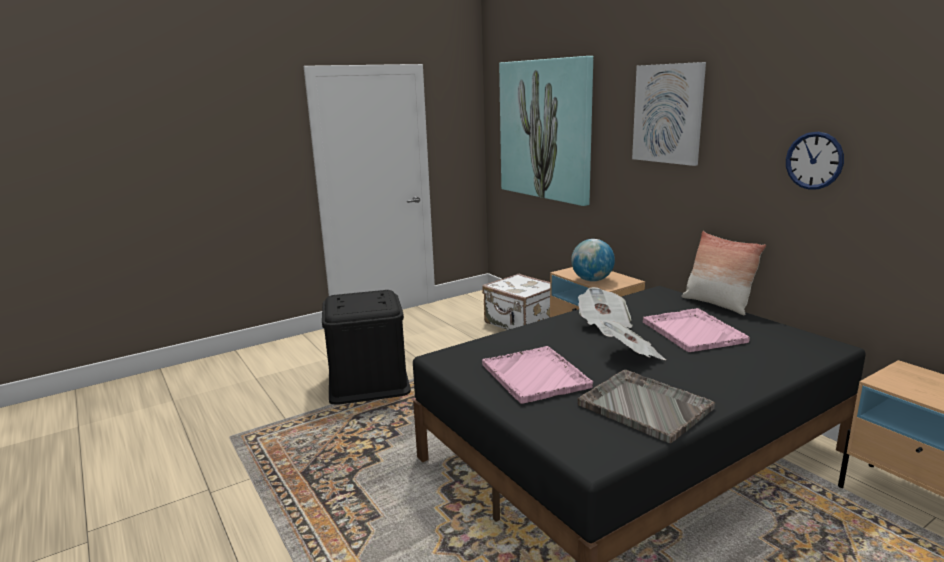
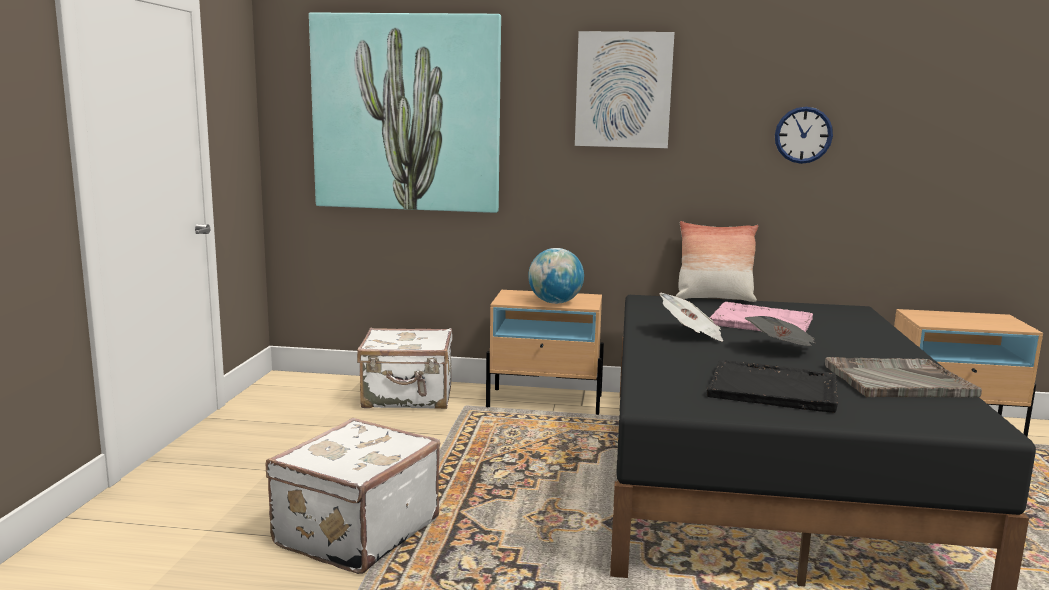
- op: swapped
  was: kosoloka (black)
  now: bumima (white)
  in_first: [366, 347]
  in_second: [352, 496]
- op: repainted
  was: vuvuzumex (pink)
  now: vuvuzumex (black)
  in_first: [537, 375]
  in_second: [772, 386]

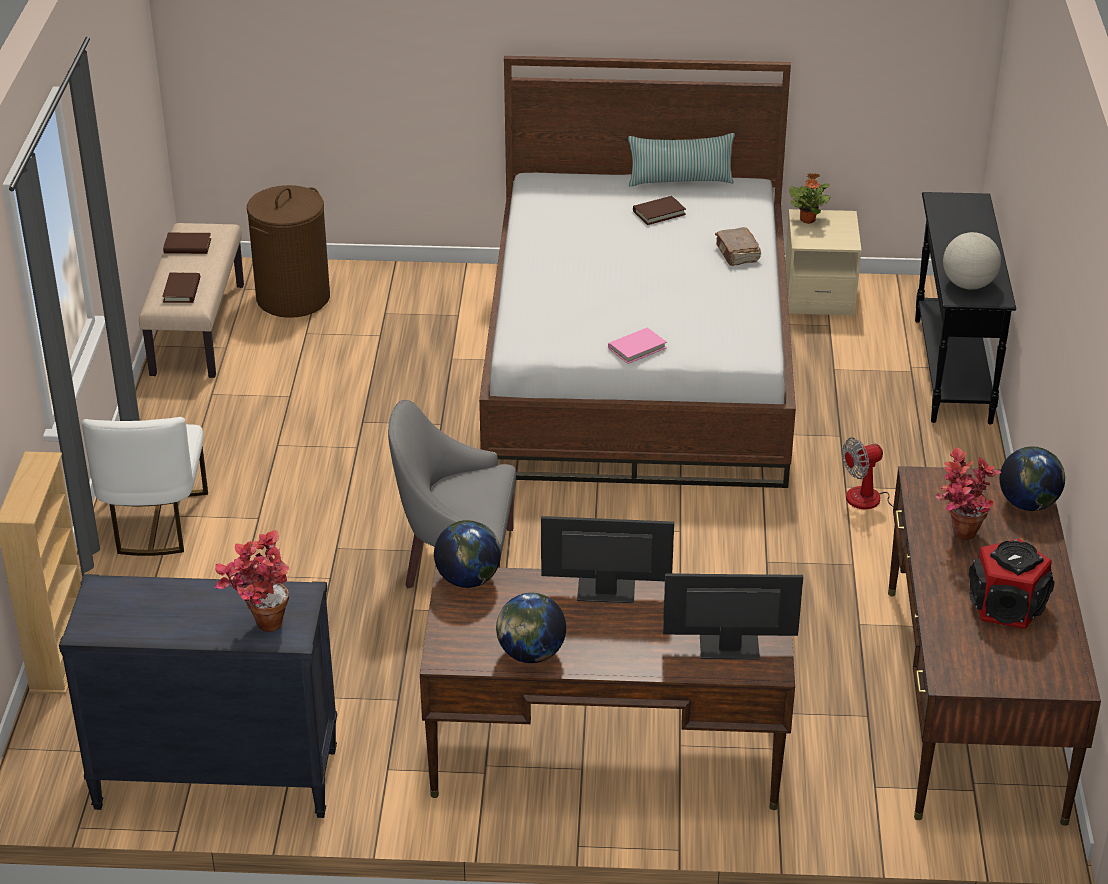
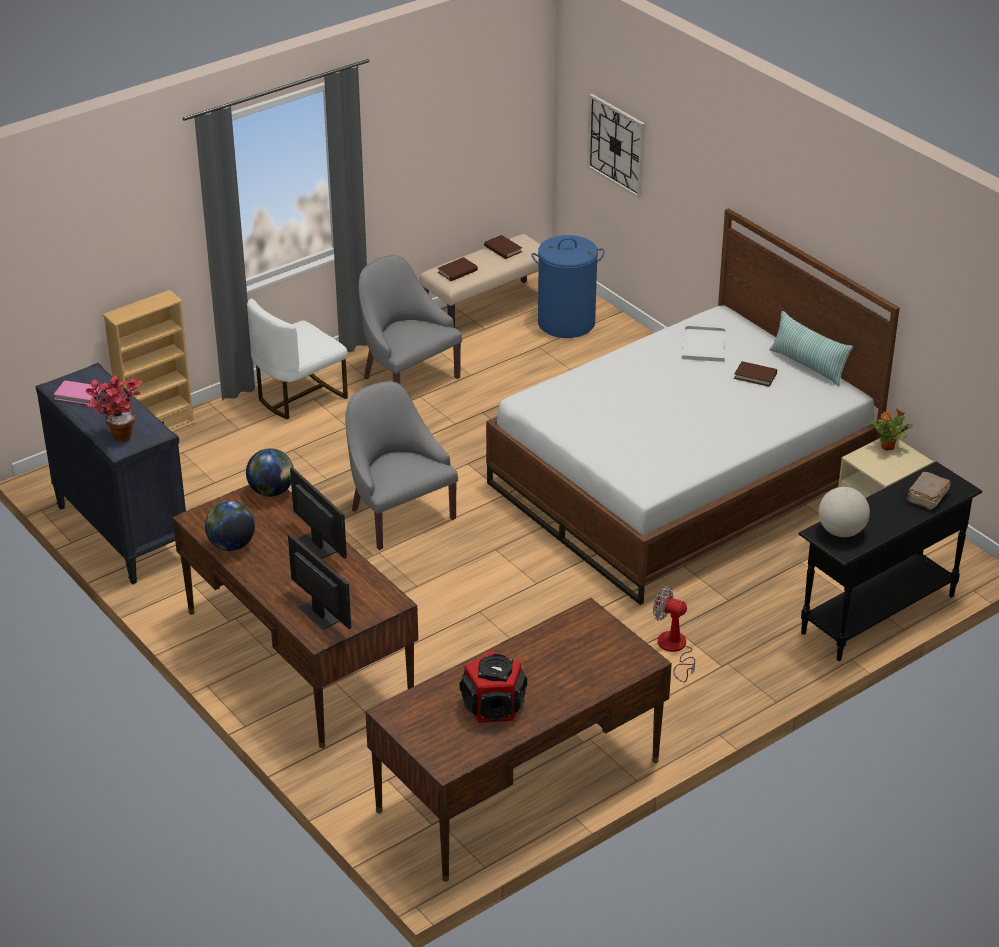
- op: shifted
  was: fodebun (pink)
  in_first: [637, 345]
  in_second: [77, 392]
- op: new
  now: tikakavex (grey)
  in_second: [410, 319]
- op: repainted
  was: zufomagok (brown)
  now: zufomagok (blue)
  in_first: [288, 251]
  in_second: [568, 286]
- op: new
  now: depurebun
  in_second: [616, 146]
- op: new
  now: vuvuzumex (white)
  in_second: [704, 343]
- op: shifted
  was: fodebun (brown)
  in_first: [738, 246]
  in_second: [929, 491]
- op: gone
  was: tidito
  in_first: [968, 493]
- op: gone
  was: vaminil
  in_first: [1032, 478]

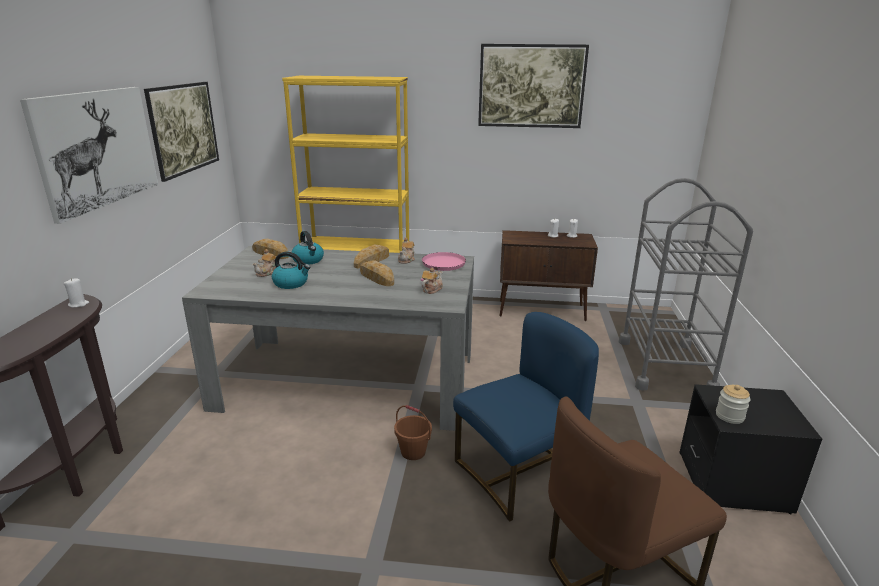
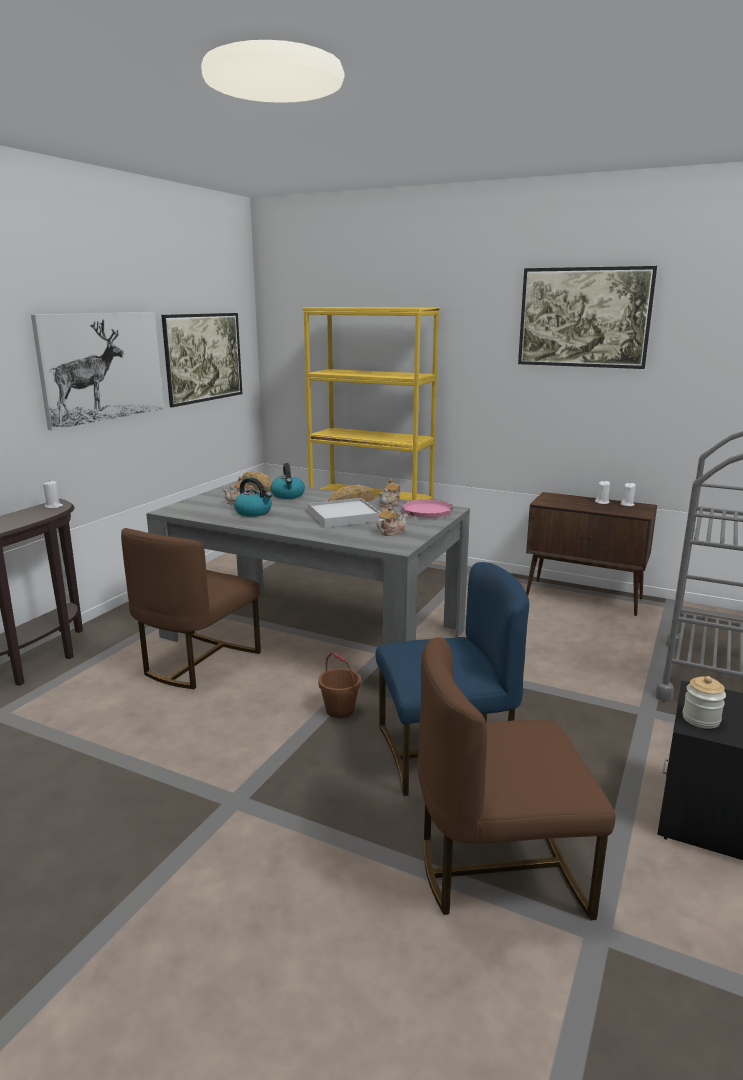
- op: new
  now: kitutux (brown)
  in_second: [191, 608]
- op: swapped
  was: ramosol
  now: vuvuzumex (white)
  in_first: [377, 273]
  in_second: [344, 513]

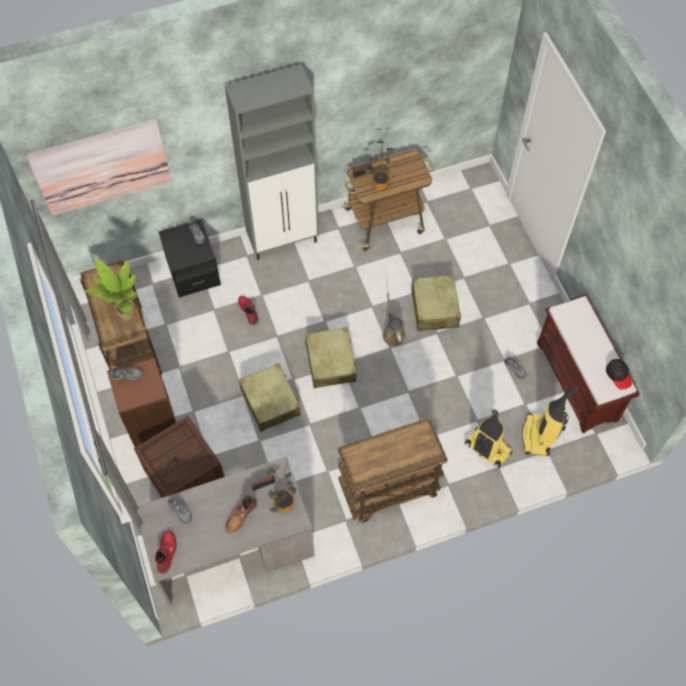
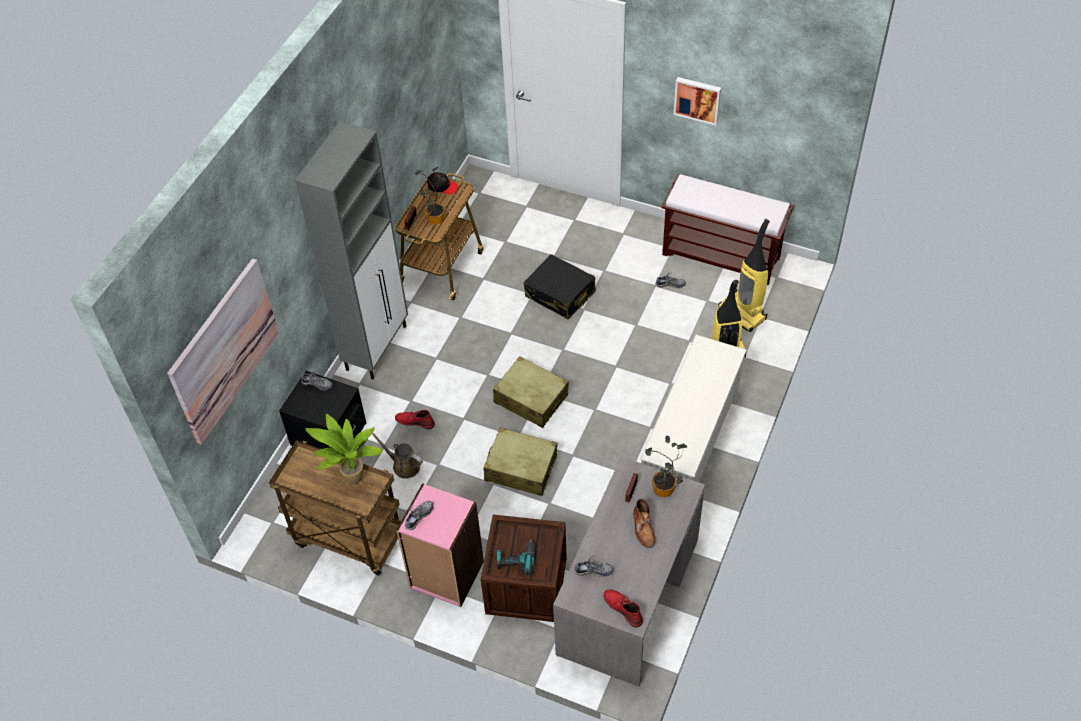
- op: shifted
  was: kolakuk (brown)
  in_first: [394, 319]
  in_second: [397, 456]
- op: repainted
  was: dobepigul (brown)
  now: dobepigul (pink)
  in_first: [141, 402]
  in_second: [440, 545]
- op: shifted
  was: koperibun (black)
  in_first: [619, 374]
  in_second: [442, 183]
- op: new
  now: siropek
  in_second: [516, 557]
- op: repainted
  was: bumima (beige)
  now: bumima (black)
  in_first: [436, 303]
  in_second: [560, 287]
- op: swapped
  was: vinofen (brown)
  now: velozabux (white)
  in_first: [393, 470]
  in_second: [693, 408]
- op: new
  now: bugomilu
  in_second: [697, 101]

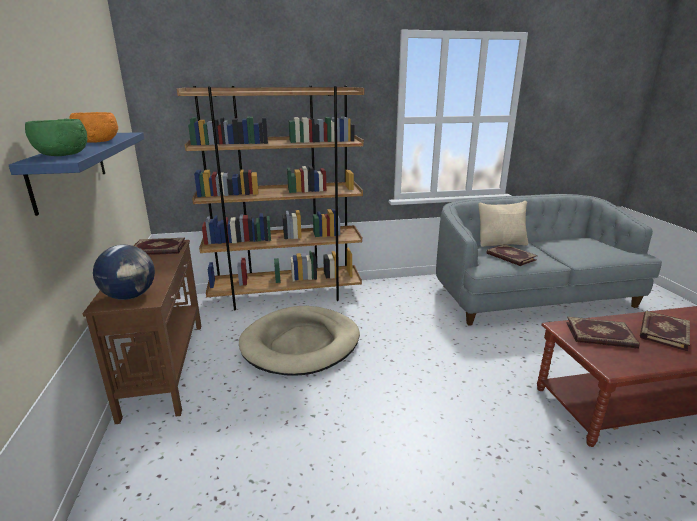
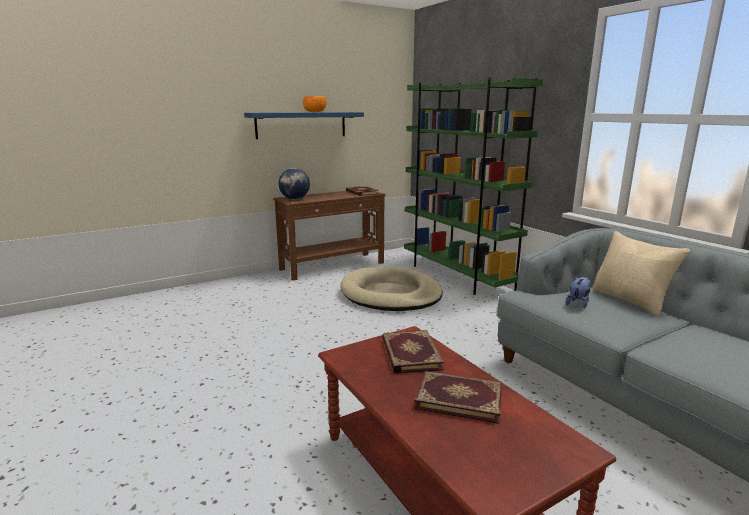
- op: repainted
  was: dobepigul (brown)
  now: dobepigul (green)
  in_first: [270, 198]
  in_second: [473, 186]
- op: swapped
  was: fodebun
  now: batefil
  in_first: [512, 255]
  in_second: [578, 292]
- op: gone
  was: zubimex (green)
  in_first: [56, 137]

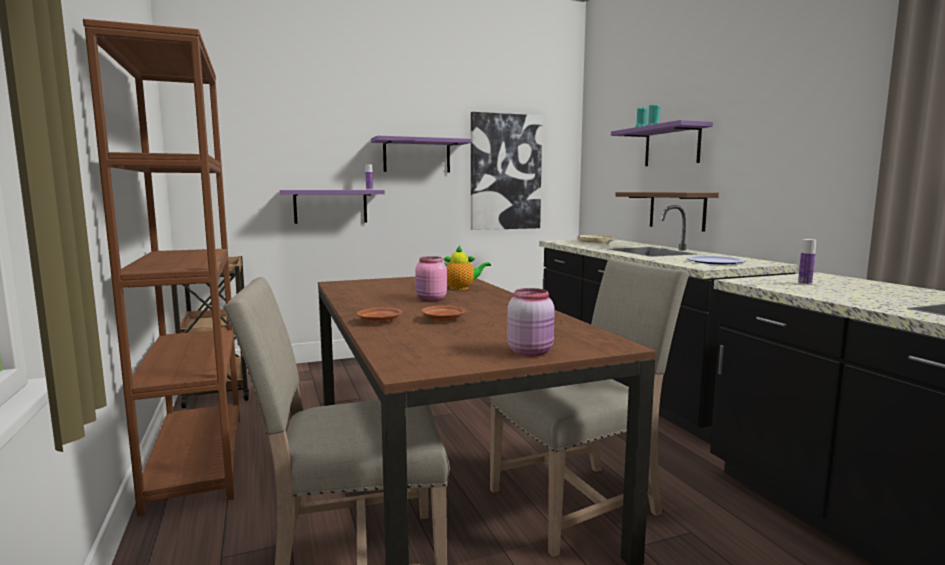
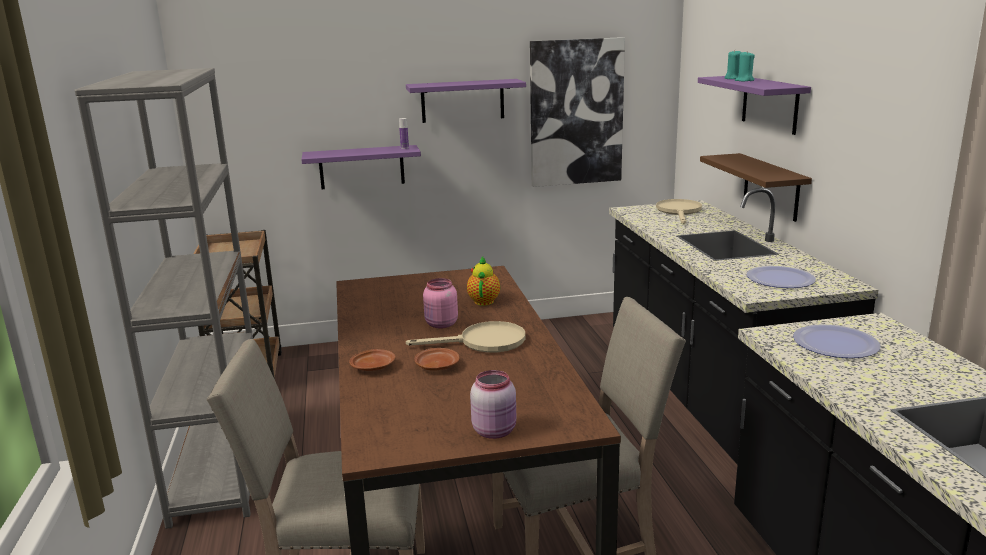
- op: repainted
  was: dobepigul (brown)
  now: dobepigul (grey)
  in_first: [161, 267]
  in_second: [164, 298]
- op: new
  now: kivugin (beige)
  in_second: [465, 337]
- op: rotated
  was: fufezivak
  in_first: [467, 268]
  in_second: [483, 281]
  clockwise: -90
- op: swapped
  was: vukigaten
  now: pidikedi
  in_first: [807, 262]
  in_second: [837, 341]

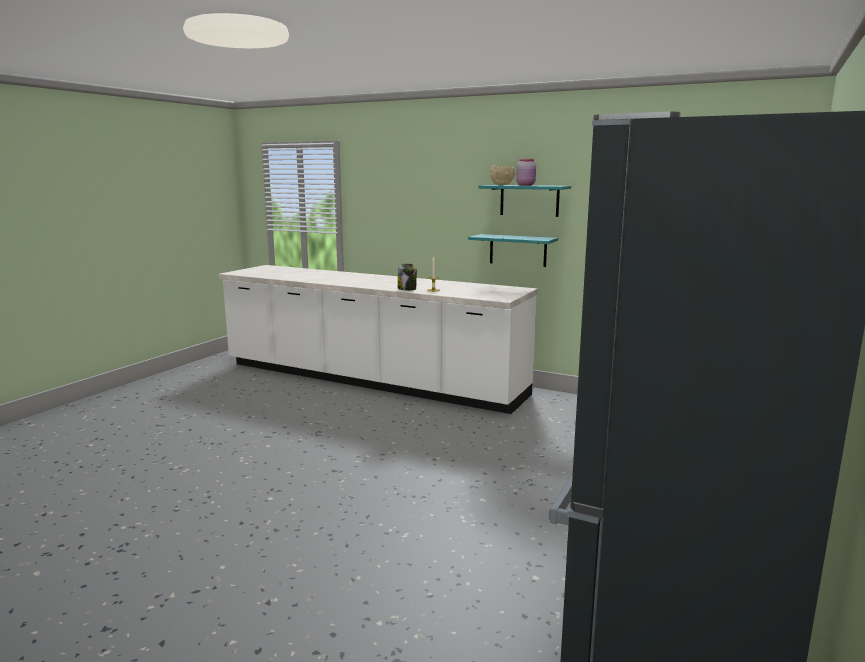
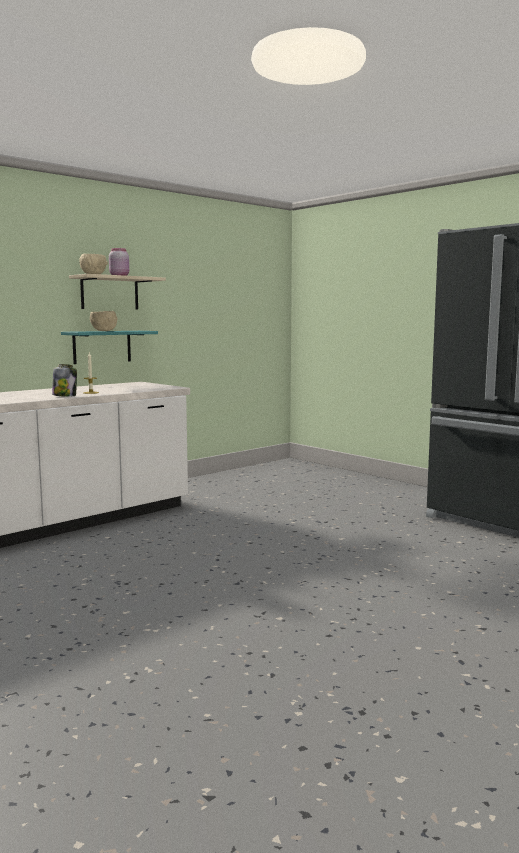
- op: repainted
  was: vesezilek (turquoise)
  now: vesezilek (beige)
  in_first: [524, 201]
  in_second: [117, 292]
- op: new
  now: zubimex (beige)
  in_second: [104, 321]

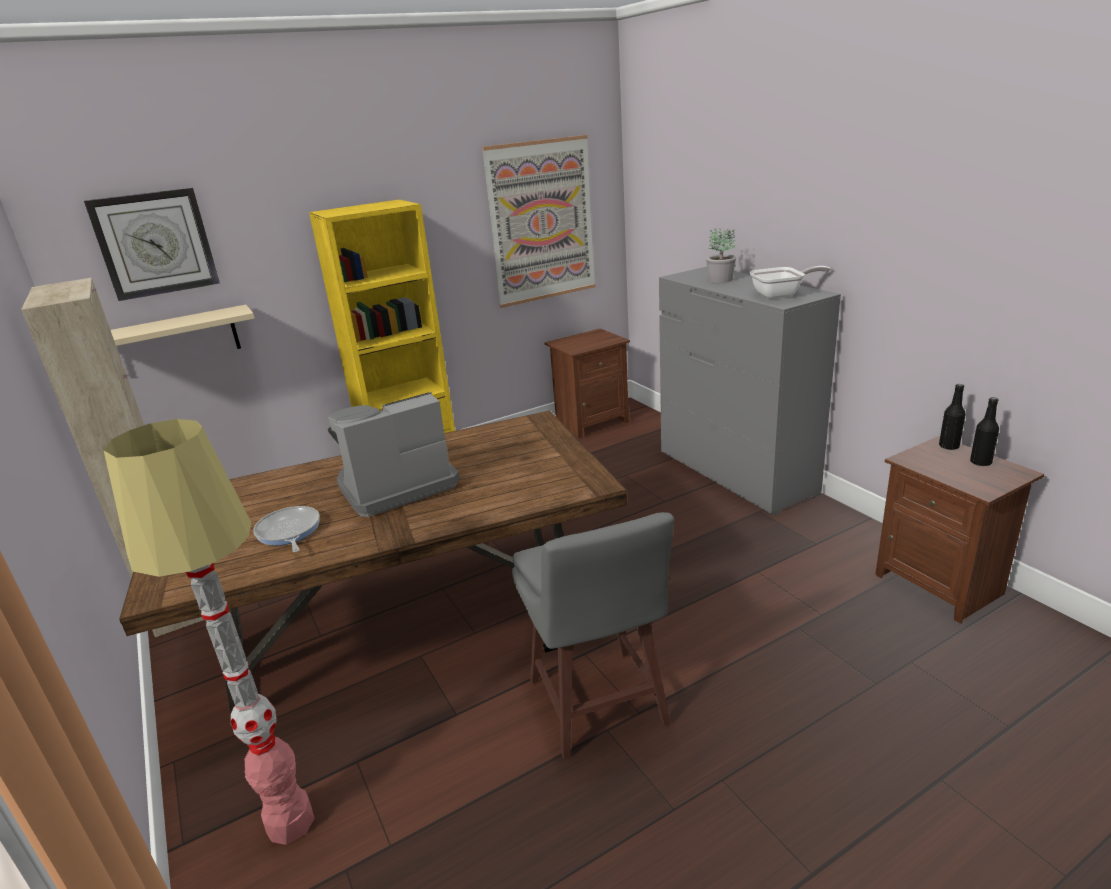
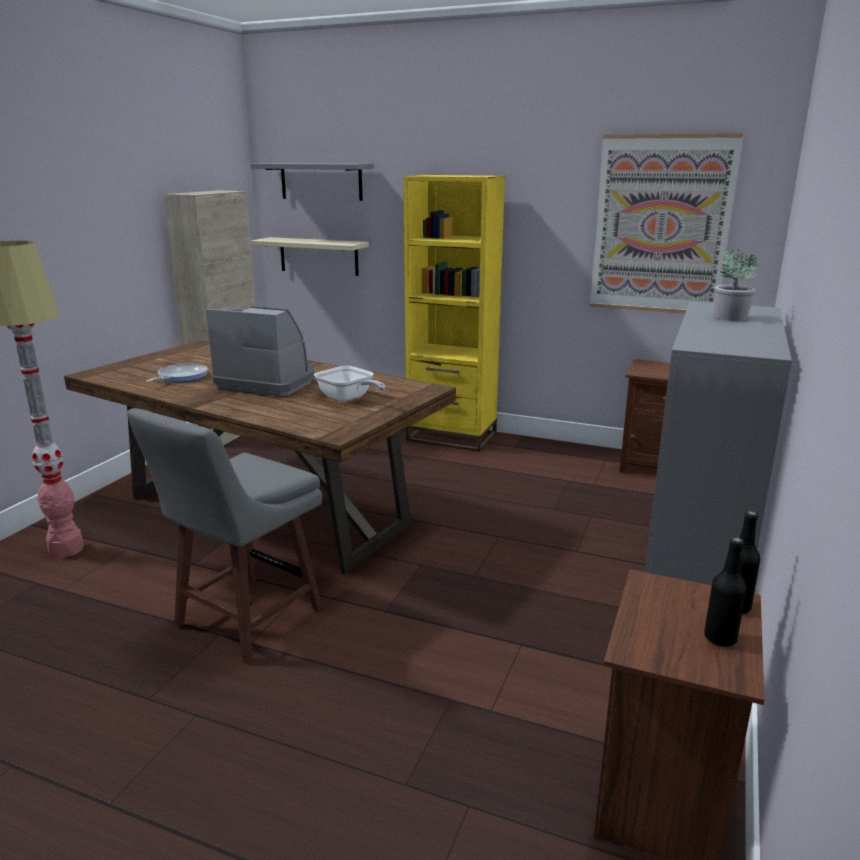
- op: swapped
  was: depurebun
  now: vesezilek (grey)
  in_first: [152, 244]
  in_second: [311, 182]
- op: shifted
  was: kivugin
  in_first: [790, 282]
  in_second: [350, 384]

